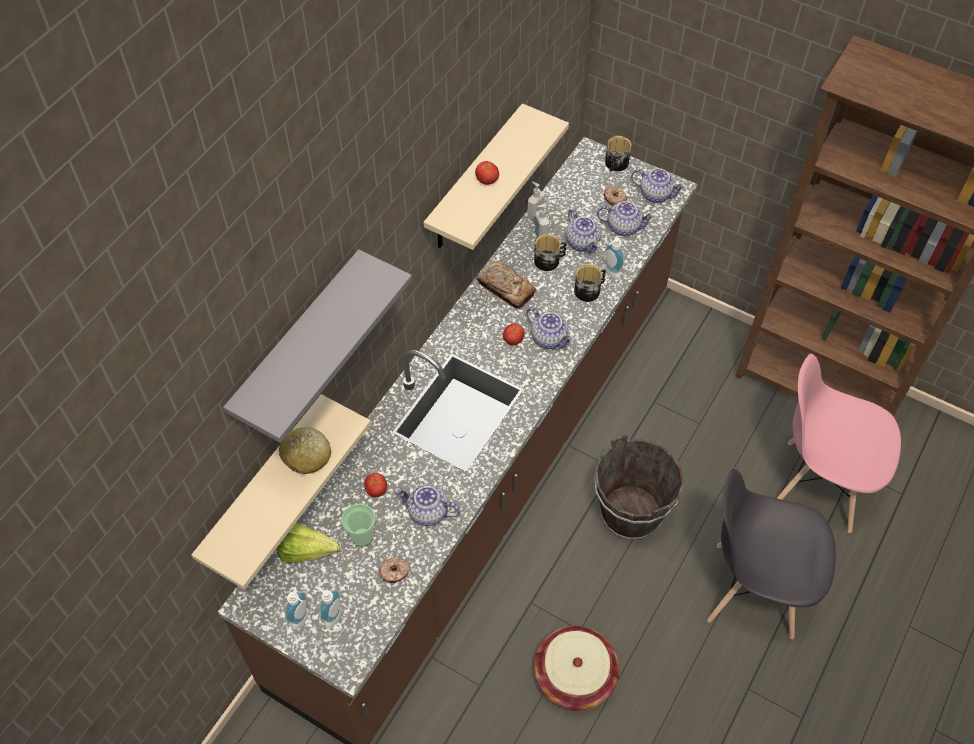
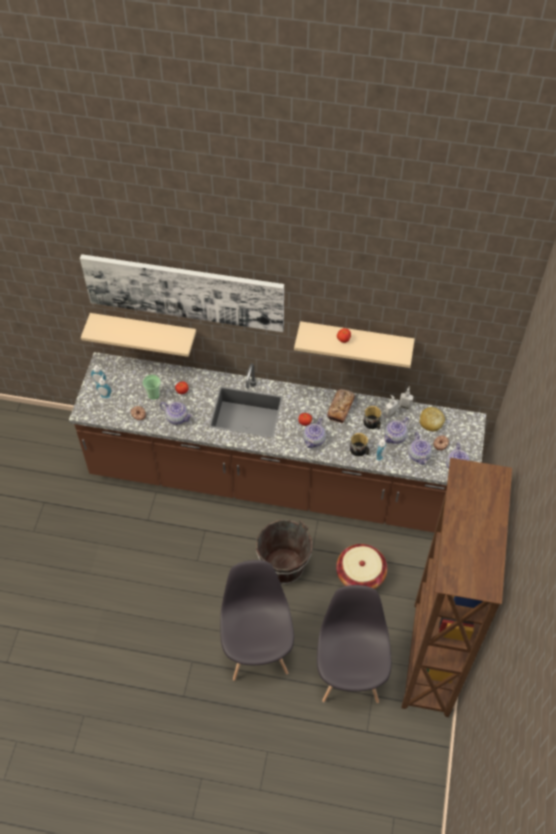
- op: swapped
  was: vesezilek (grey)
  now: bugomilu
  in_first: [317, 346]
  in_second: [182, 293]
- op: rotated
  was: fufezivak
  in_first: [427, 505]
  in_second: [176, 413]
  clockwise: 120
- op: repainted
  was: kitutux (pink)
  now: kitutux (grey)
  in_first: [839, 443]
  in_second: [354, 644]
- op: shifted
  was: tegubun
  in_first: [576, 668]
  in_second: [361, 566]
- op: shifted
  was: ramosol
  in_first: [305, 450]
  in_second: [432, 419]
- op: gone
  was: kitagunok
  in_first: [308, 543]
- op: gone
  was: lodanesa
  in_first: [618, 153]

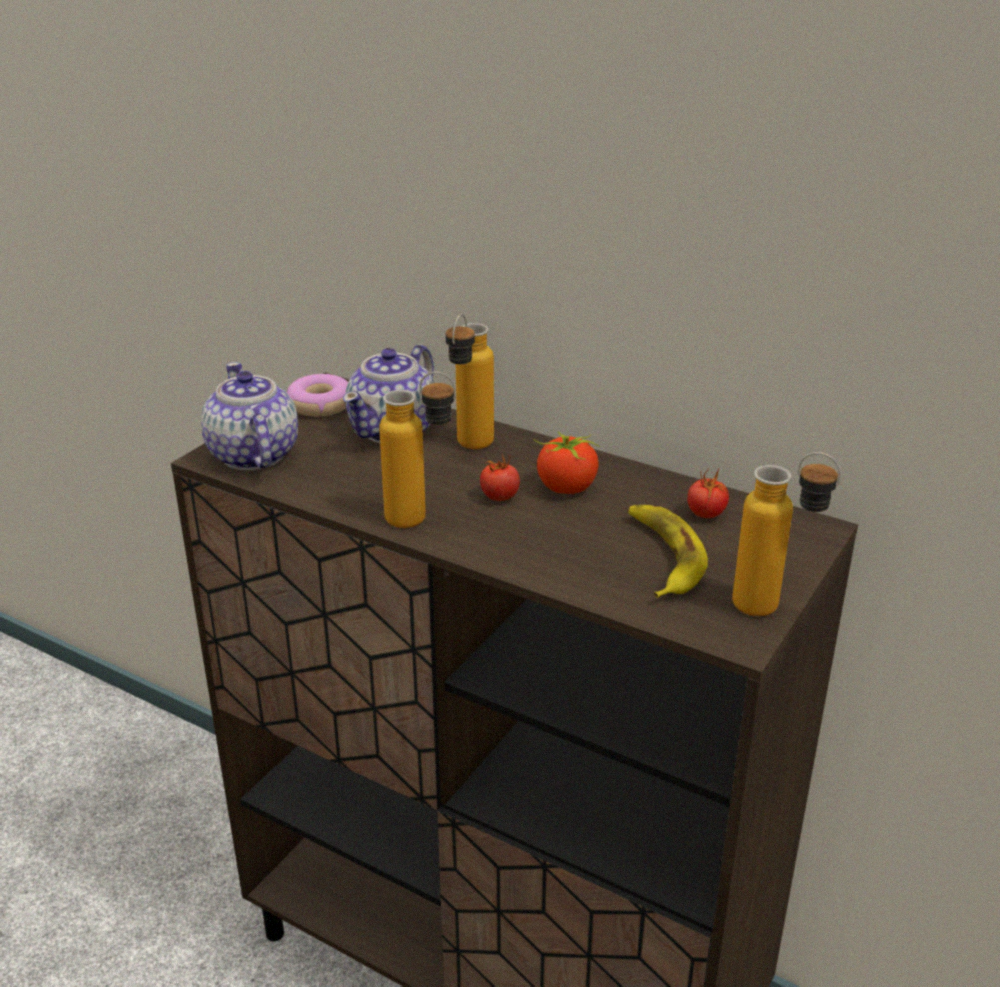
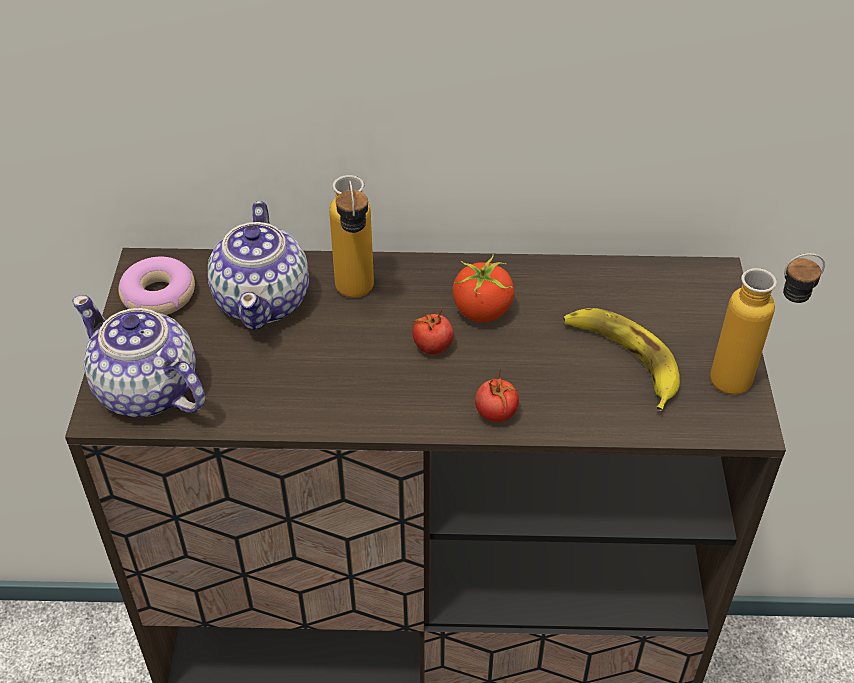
- op: shifted
  was: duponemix
  in_first: [708, 493]
  in_second: [497, 395]
- op: gone
  was: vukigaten
  in_first: [417, 450]

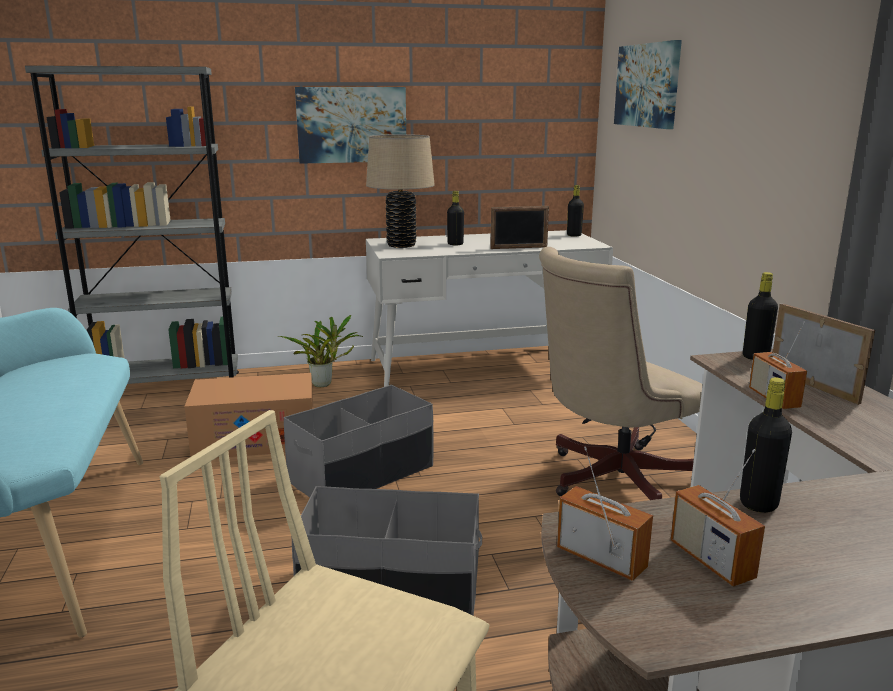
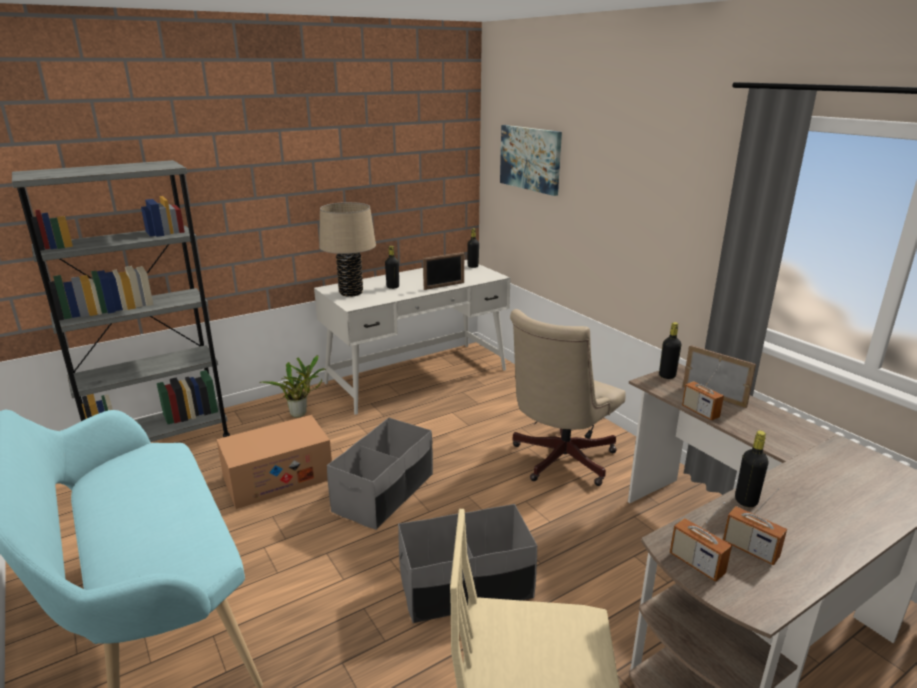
- op: rotated
  was: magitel
  in_first: [605, 514]
  in_second: [701, 542]
  clockwise: -150
- op: gone
  was: bugomilu
  in_first: [350, 125]

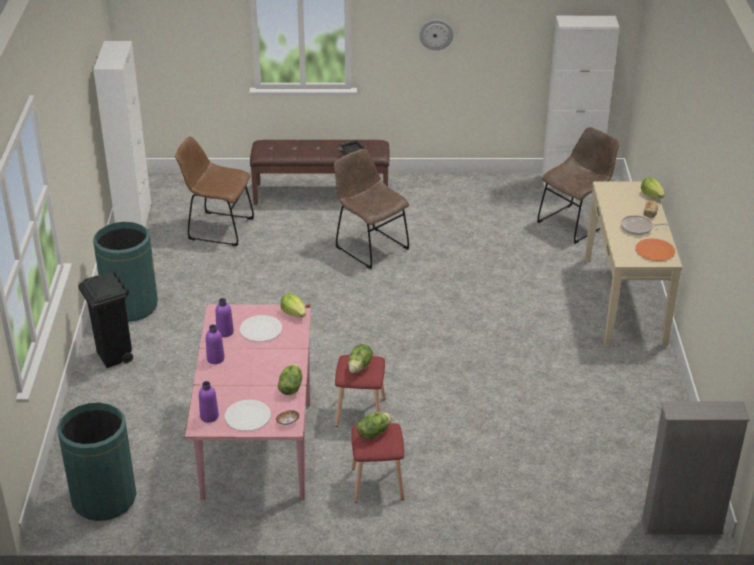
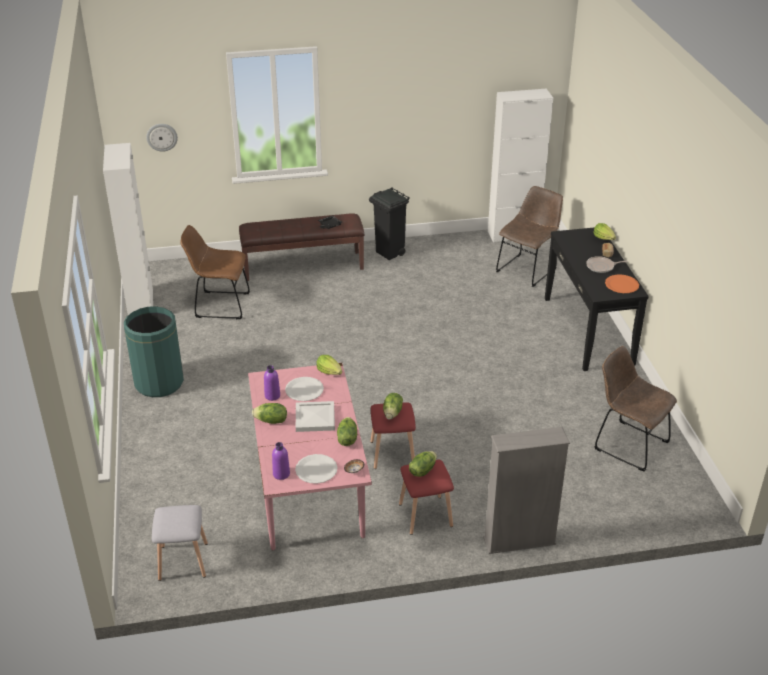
- op: shifted
  was: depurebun
  in_first: [436, 35]
  in_second: [162, 138]
- op: swapped
  was: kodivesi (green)
  now: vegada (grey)
  in_first: [97, 462]
  in_second: [180, 543]
- op: swapped
  was: vukigaten (purple)
  now: kitagunok
  in_first: [215, 344]
  in_second: [269, 413]
- op: new
  now: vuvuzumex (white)
  in_second: [315, 416]
- op: shifted
  was: kodivesi (black)
  in_first: [105, 319]
  in_second: [389, 223]
- op: shifted
  was: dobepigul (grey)
  in_first: [695, 468]
  in_second: [526, 490]
- op: repainted
  was: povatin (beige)
  now: povatin (black)
  in_first: [633, 264]
  in_second: [597, 299]
- op: shifted
  was: kitutux (brown)
  in_first: [371, 208]
  in_second: [635, 408]

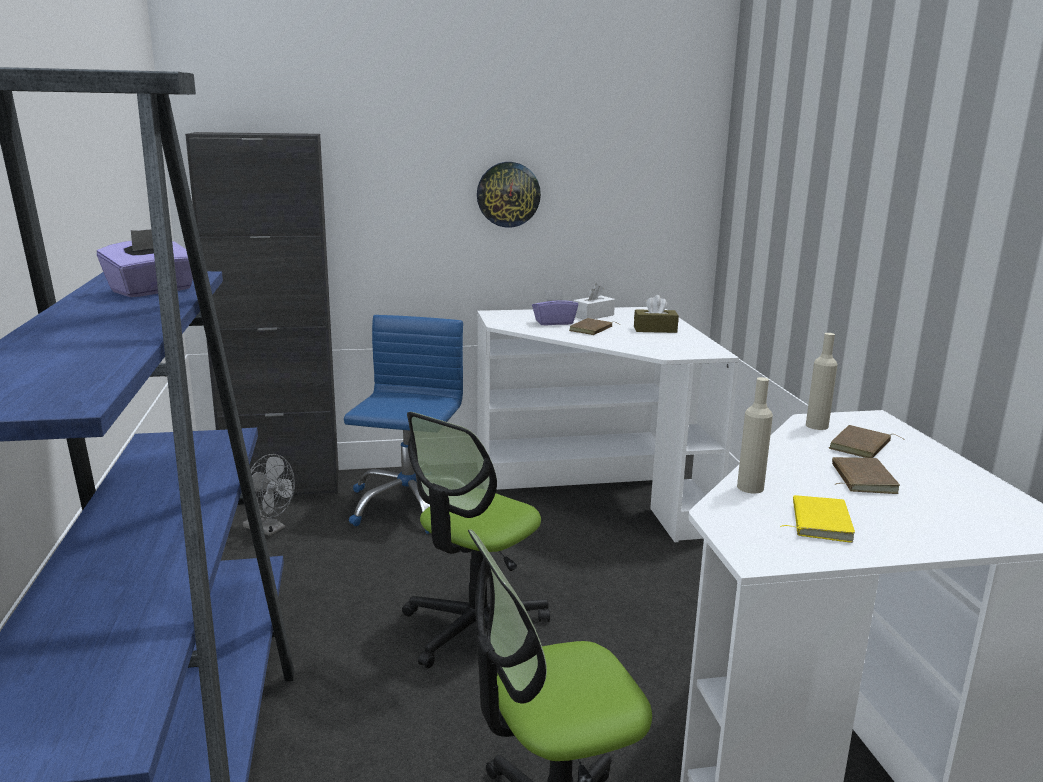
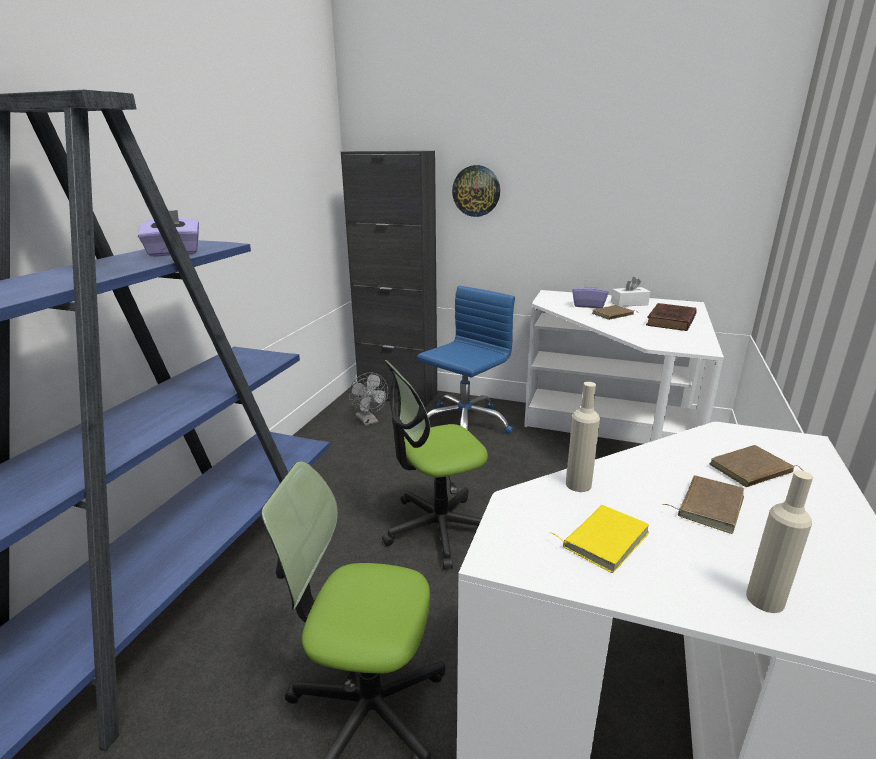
- op: shifted
  was: depurebun
  in_first: [509, 194]
  in_second: [476, 191]
- op: swapped
  was: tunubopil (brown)
  now: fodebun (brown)
  in_first: [656, 314]
  in_second: [671, 317]
- op: shifted
  was: vukigaten (beige)
  in_first: [822, 381]
  in_second: [779, 541]

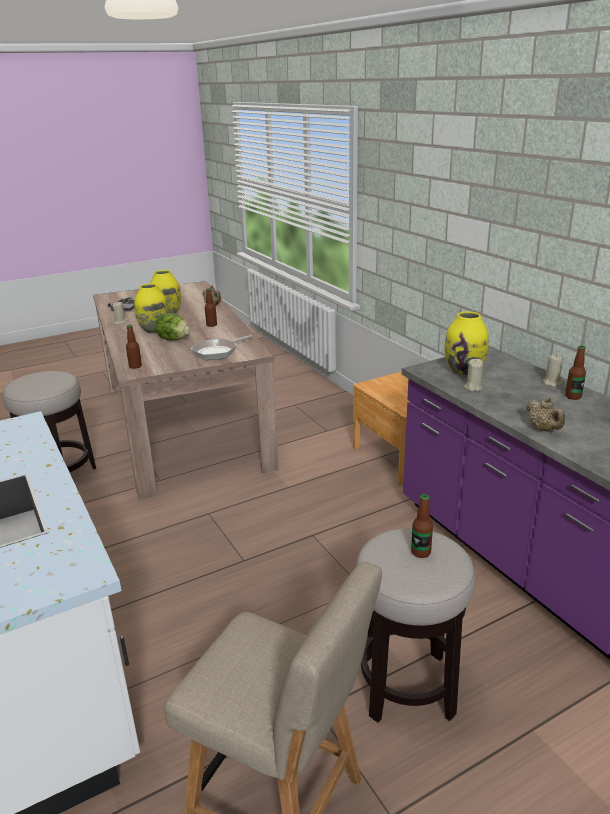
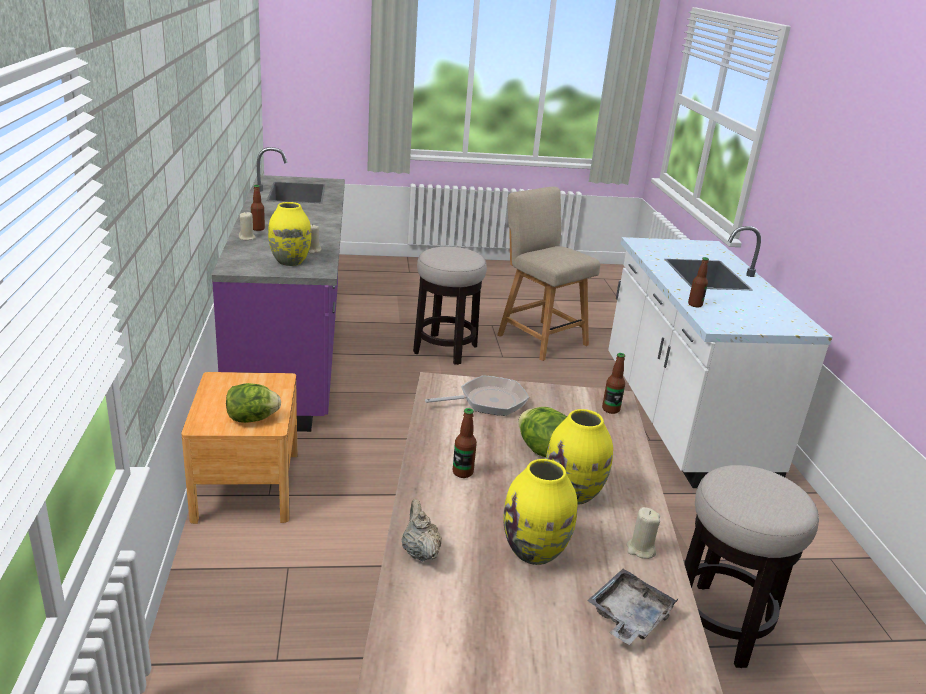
- op: new
  now: kitagunok
  in_second: [253, 403]
- op: shifted
  was: vukigaten
  in_first: [422, 526]
  in_second: [698, 282]
- op: gone
  was: fufezivak (beige)
  in_first: [545, 414]

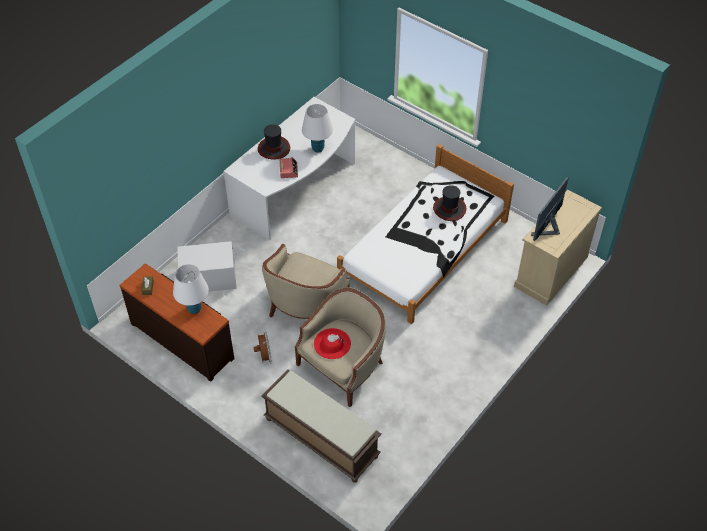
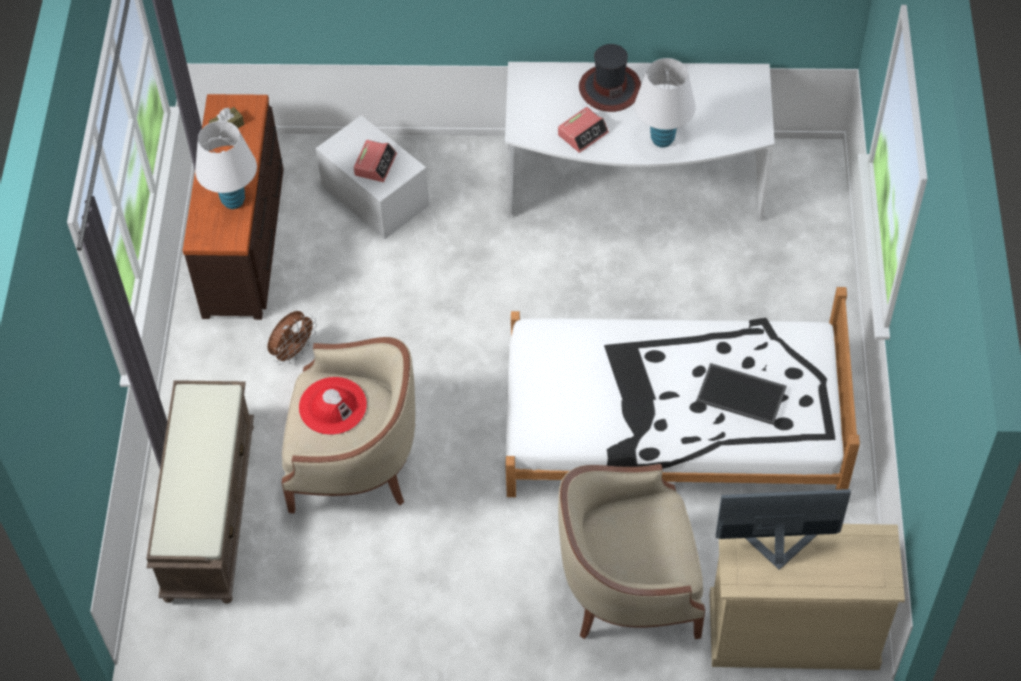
- op: new
  now: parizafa
  in_second: [375, 161]
- op: shifted
  was: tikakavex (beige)
  in_first: [306, 281]
  in_second: [631, 551]
- op: swapped
  was: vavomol
  now: vuvuzumex
  in_first: [449, 203]
  in_second: [741, 394]

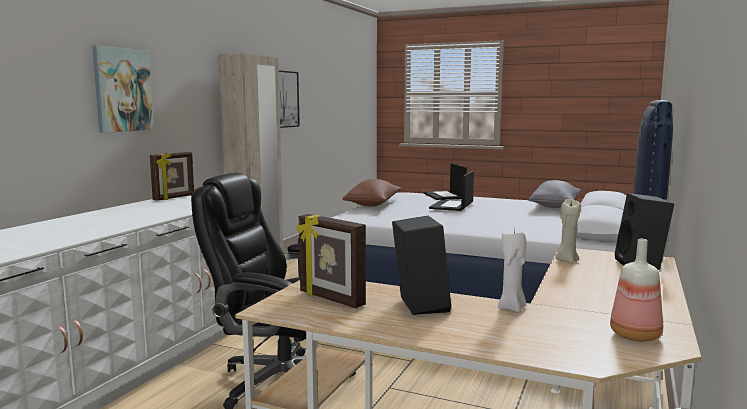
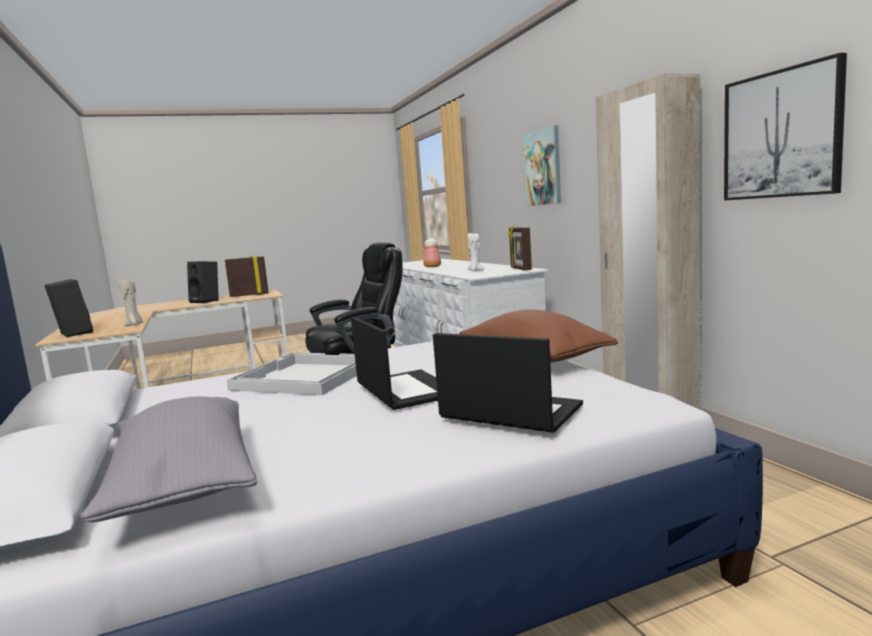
- op: new
  now: vuvuzumex (white)
  in_second: [292, 374]
- op: shifted
  was: vukigaten
  in_first: [636, 290]
  in_second: [432, 248]
- op: shifted
  was: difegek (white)
  in_first: [512, 270]
  in_second: [476, 252]

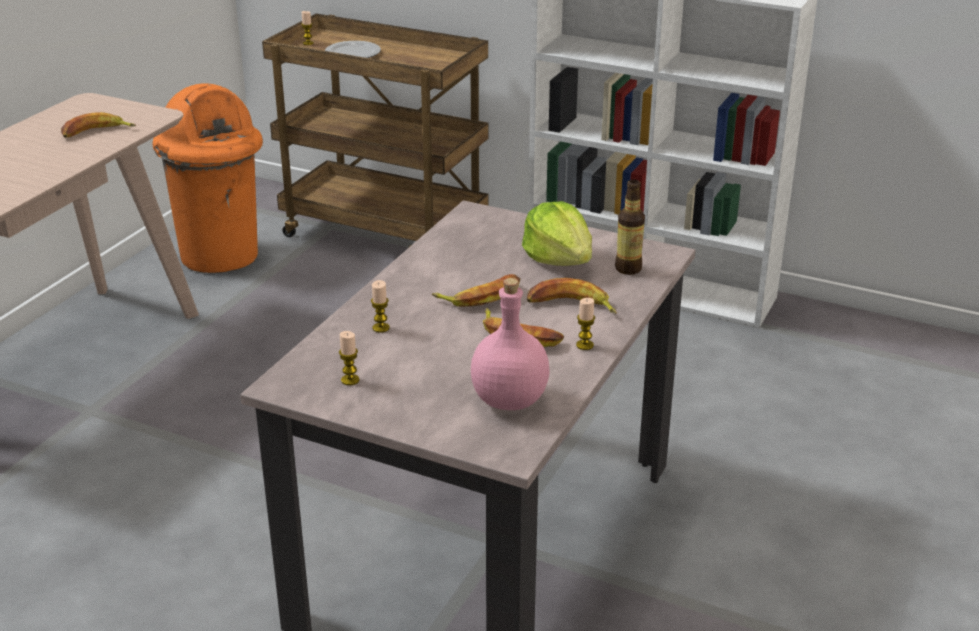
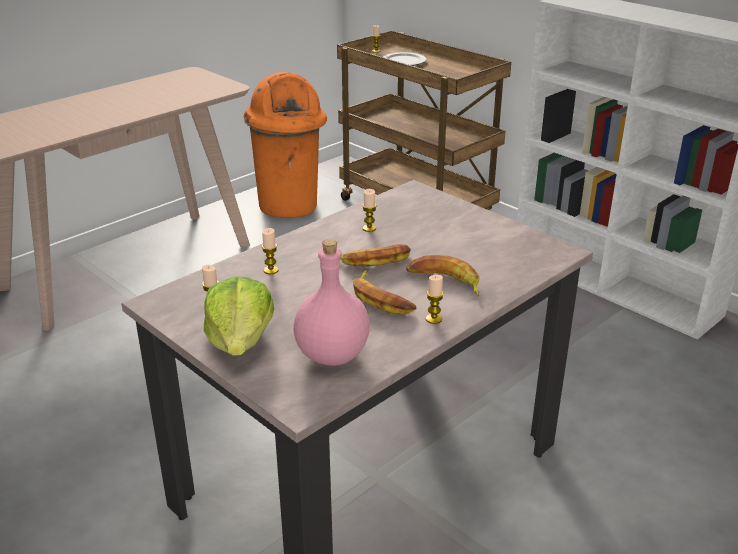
- op: shifted
  was: kitagunok
  in_first: [557, 233]
  in_second: [239, 316]
- op: new
  now: difegek
  in_second: [369, 210]
- op: gone
  was: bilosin
  in_first: [98, 125]
- op: gone
  was: vukigaten
  in_first: [630, 227]

